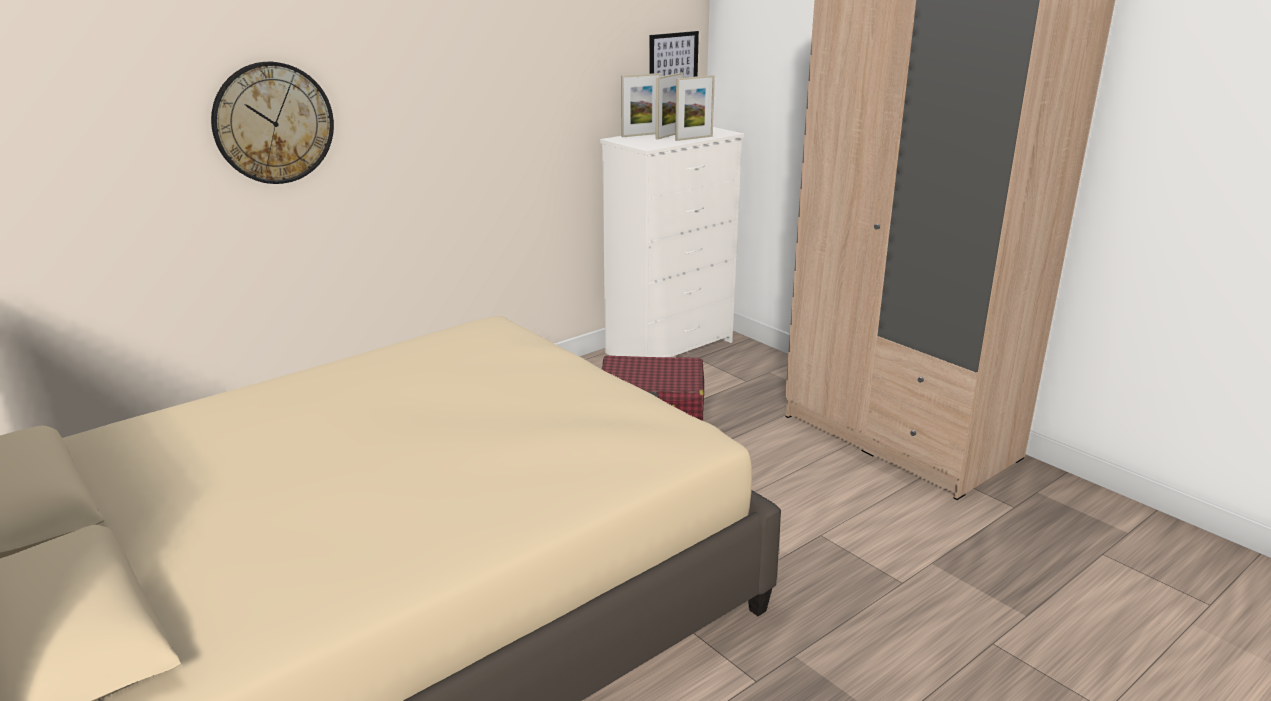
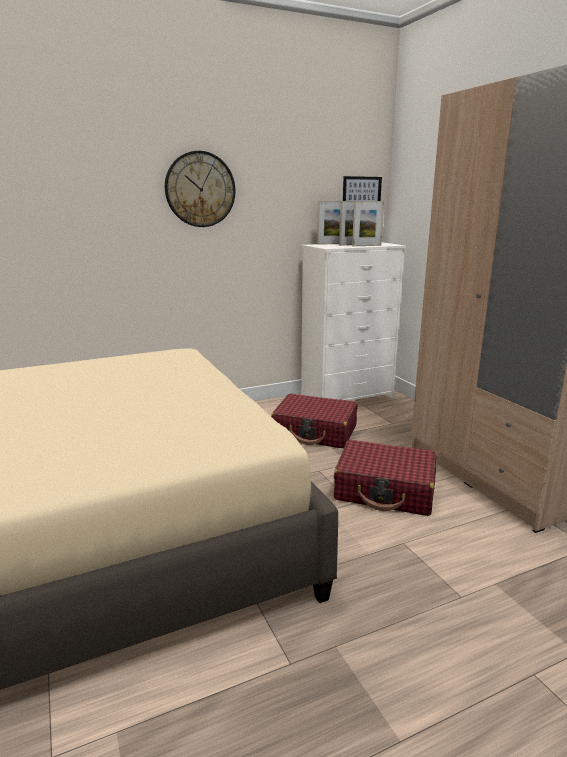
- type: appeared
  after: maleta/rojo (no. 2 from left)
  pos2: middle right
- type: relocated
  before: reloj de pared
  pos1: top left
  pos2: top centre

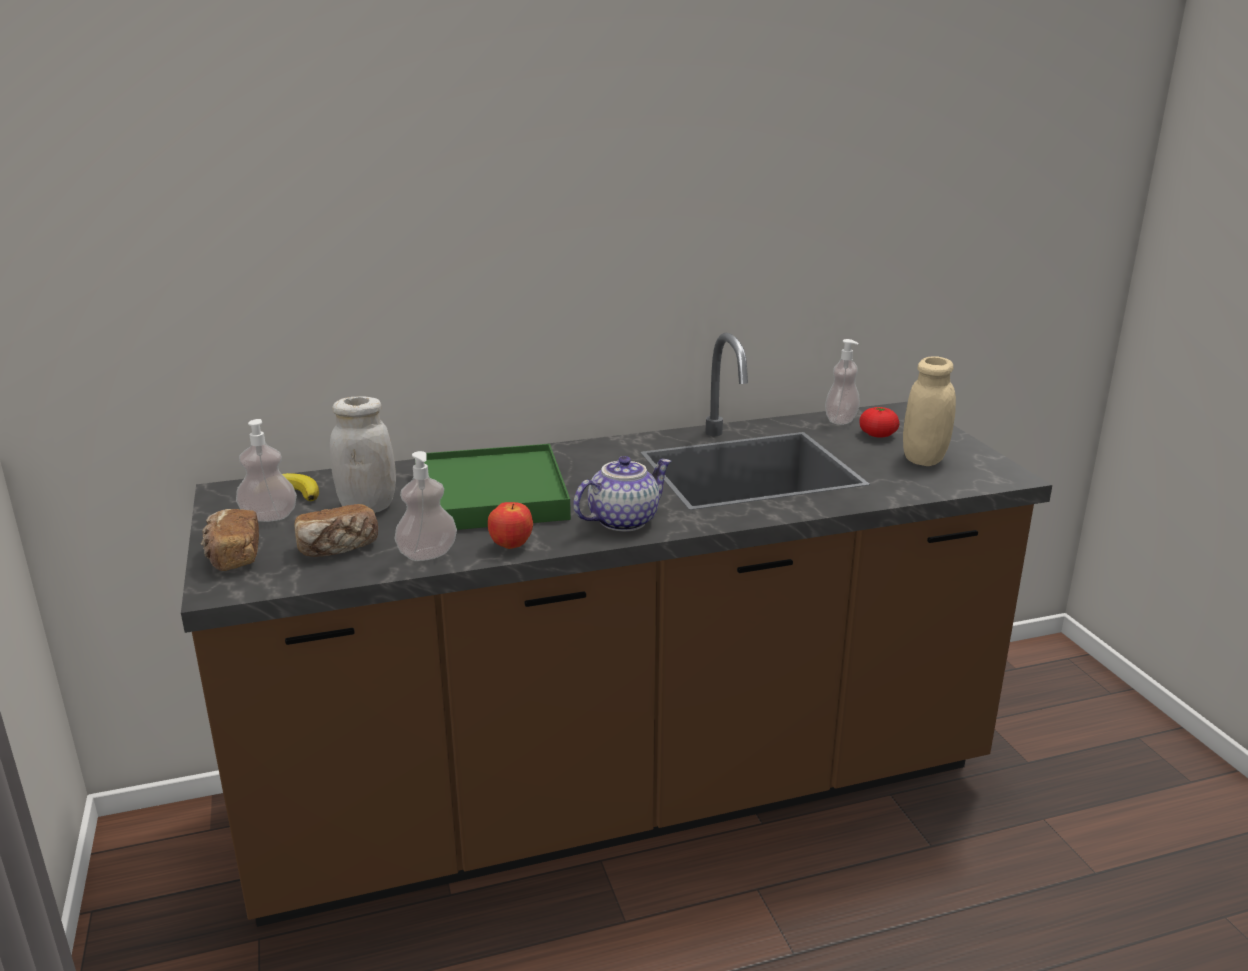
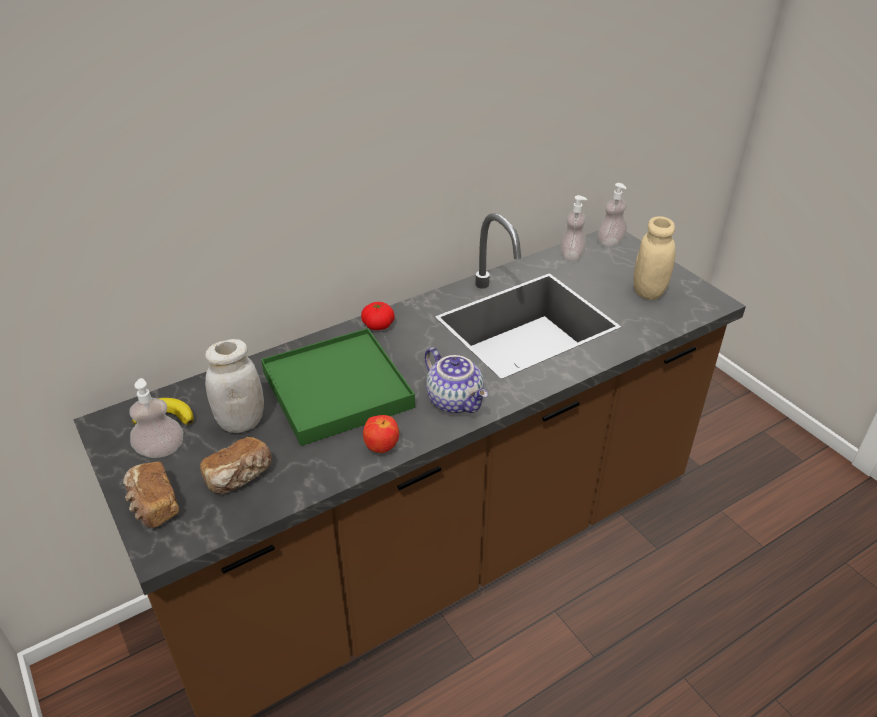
- type: relocated
  before: dispensador de jabón (no. 2 from left in the first image)
  after: dispensador de jabón (no. 3 from left)
  pos1: centre
  pos2: top right
- type: relocated
  before: tomate
  pos1: middle right
  pos2: centre
- type: spun
  before: tetera
  pos1: centre
  pos2: centre
  turn: 105

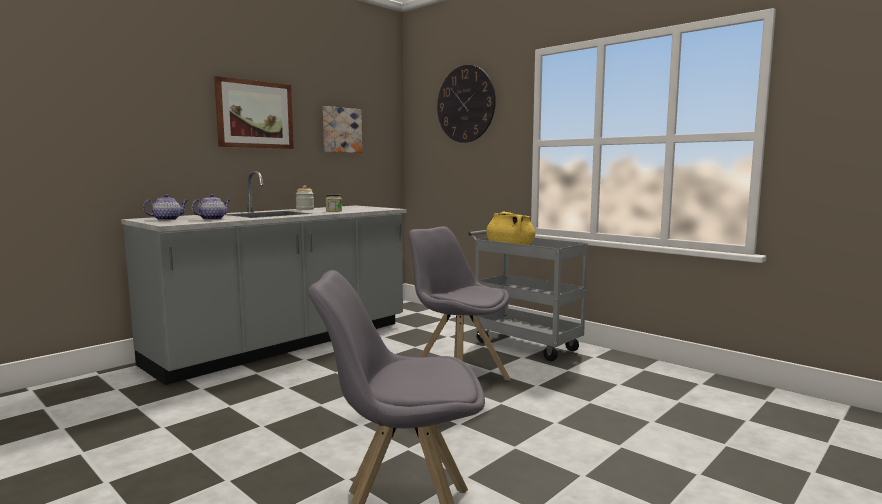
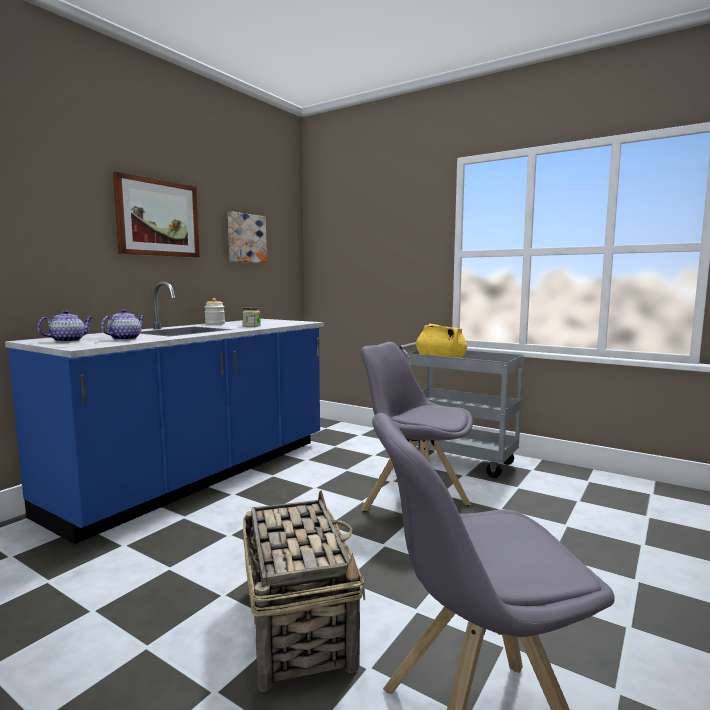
- type: missing
  before: reloj de pared
  pos1: top centre
- type: appeared
  after: cesta
  pos2: bottom centre
- type: colour
  before: mueble bajo de cocina/gris
  after: mueble bajo de cocina/azul
  pos1: middle left
  pos2: middle left

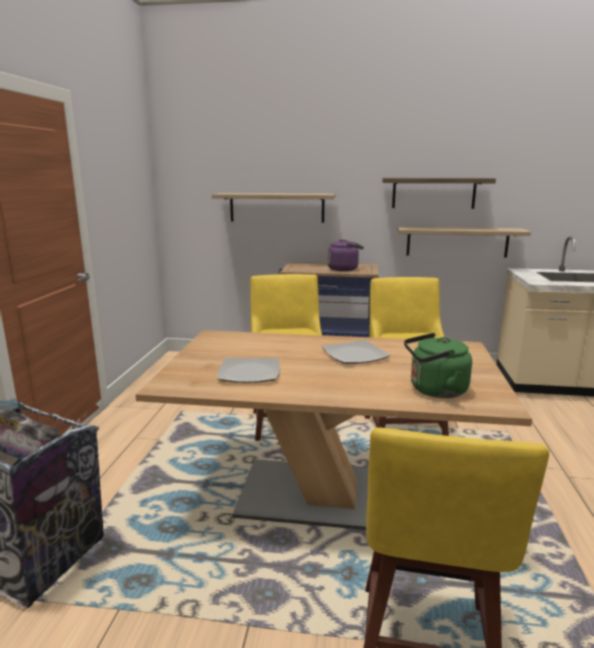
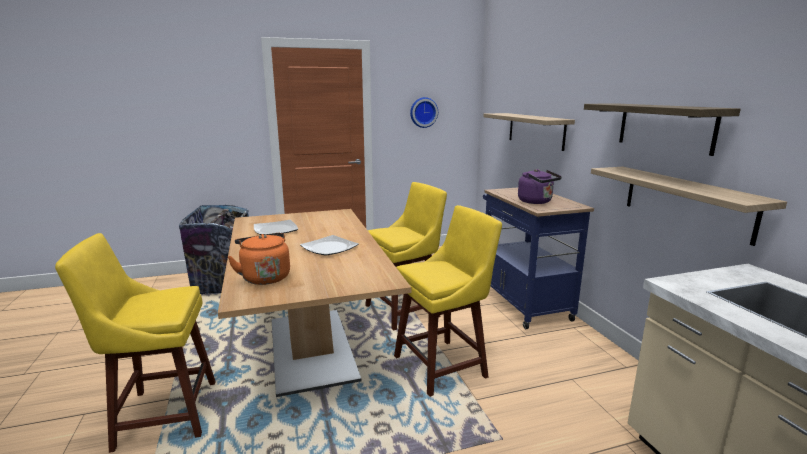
- type: appeared
  after: reloj de pared
  pos2: top centre
- type: colour
  before: hervidor/verde
  after: hervidor/naranja
  pos1: middle right
  pos2: middle left

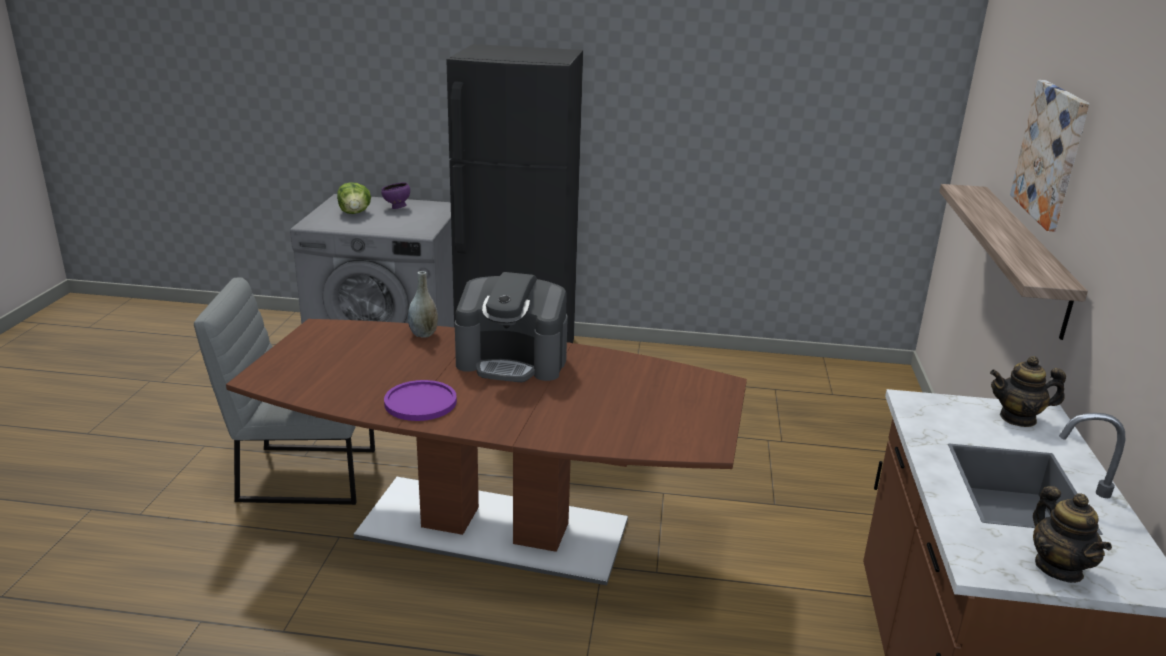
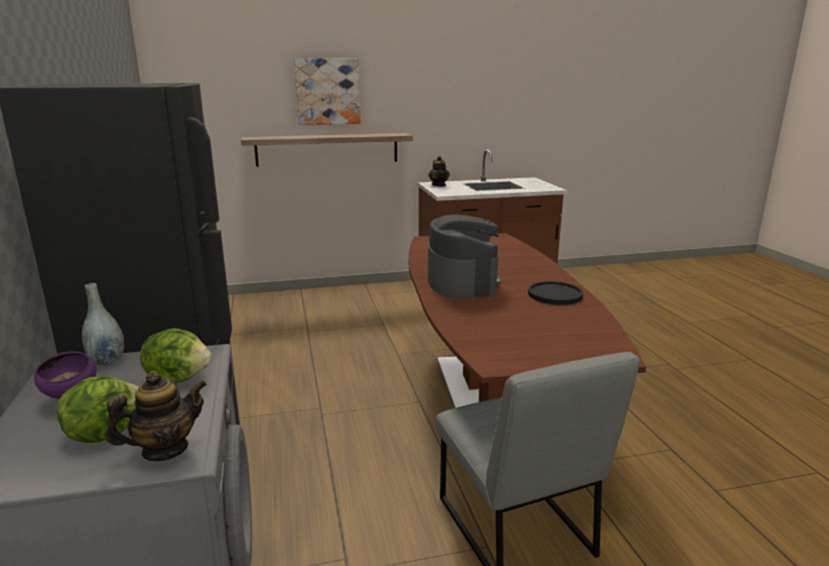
- type: appeared
  after: lechuga (no. 2 from left)
  pos2: middle left
- type: relocated
  before: florero/gris
  pos1: centre
  pos2: middle left
- type: relocated
  before: tetera (no. 2 from left in the first image)
  after: tetera (no. 1 from left)
  pos1: bottom right
  pos2: bottom left
- type: colour
  before: plato/morado
  after: plato/negro
  pos1: centre
  pos2: middle right

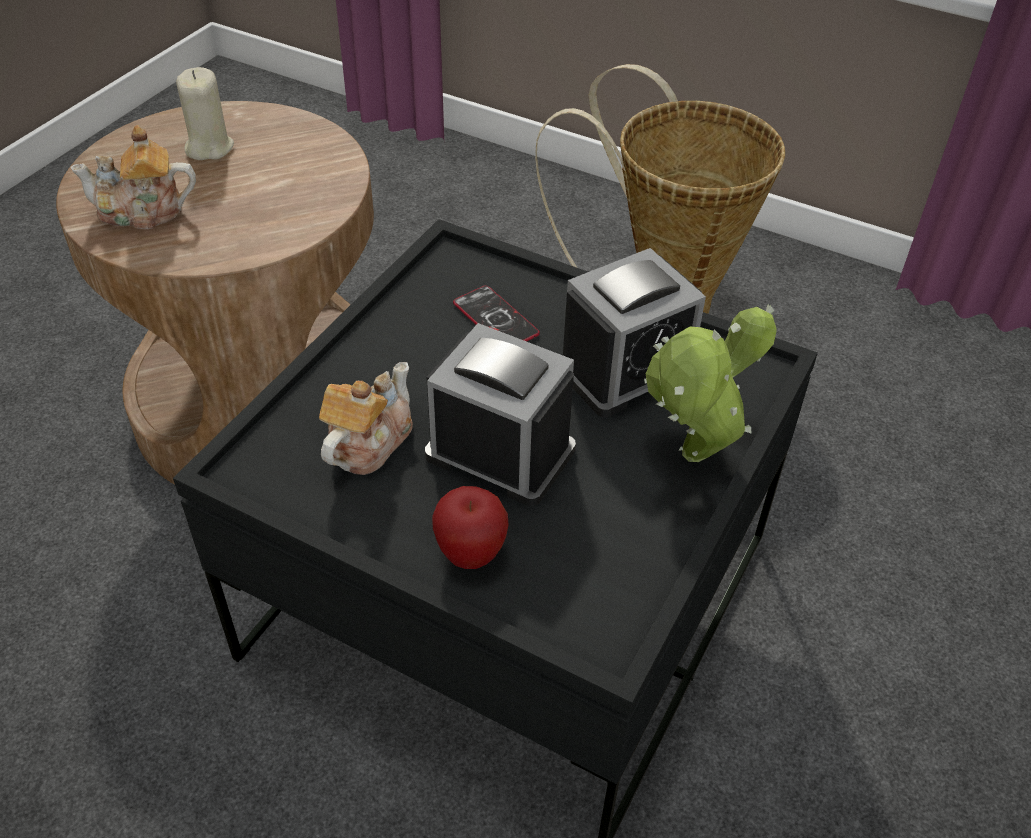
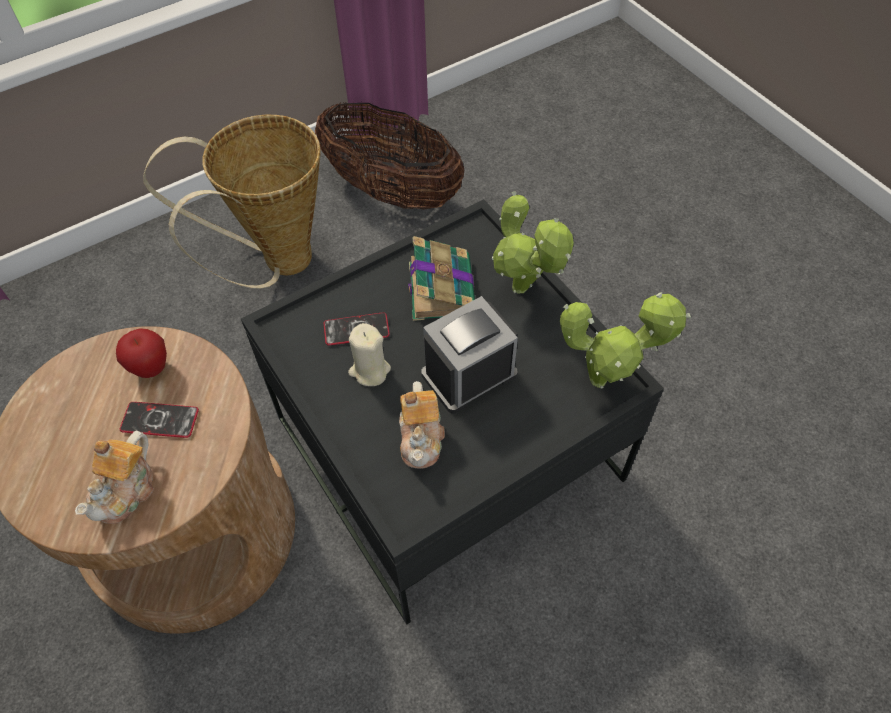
- type: appeared
  after: móvil (no. 1 from left)
  pos2: middle left
- type: appeared
  after: cesta (no. 2 from left)
  pos2: top centre
- type: appeared
  after: planta en maceta (no. 2 from left)
  pos2: middle right
- type: relocated
  before: vela/beis
  pos1: top left
  pos2: centre
- type: relocated
  before: manzana
  pos1: centre
  pos2: middle left
- type: exchanged
  before: despertador (no. 2 from left)
  after: libro
  pos1: centre
  pos2: centre
- type: spun
  before: tetera (no. 2 from left)
  pos1: centre
  pos2: centre
  turn: -150

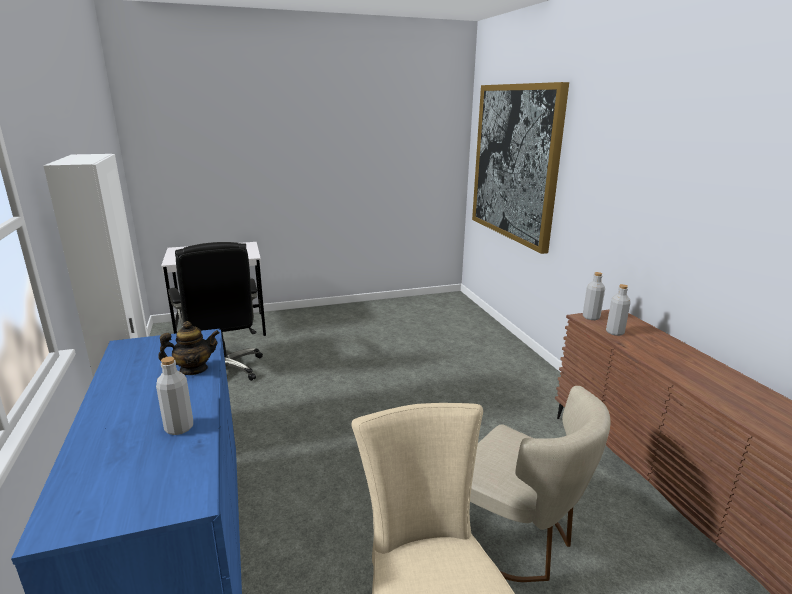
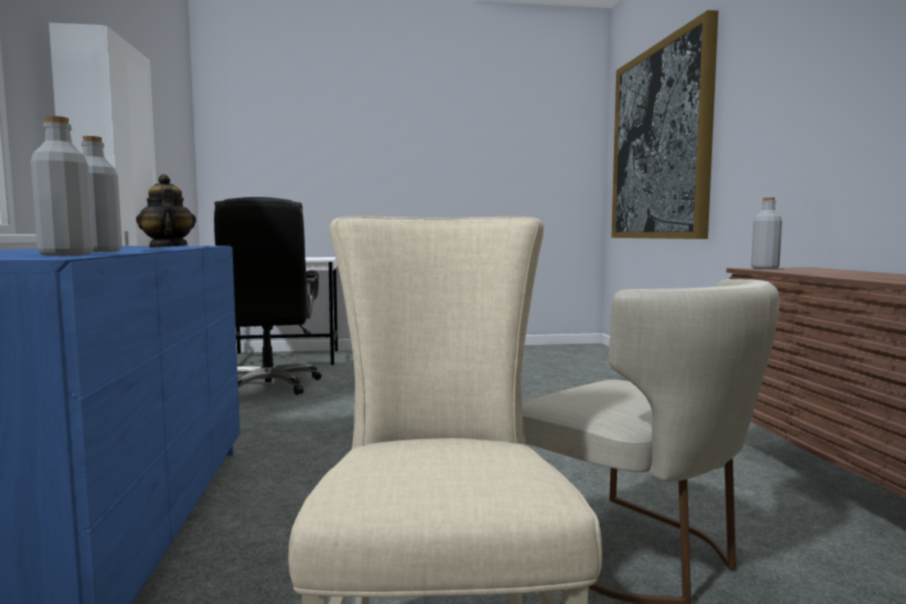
- type: relocated
  before: botella/gris (no. 3 from left in the first image)
  after: botella/gris (no. 1 from left)
  pos1: middle right
  pos2: top left
- type: spun
  before: tetera
  pos1: middle left
  pos2: middle left
  turn: -105

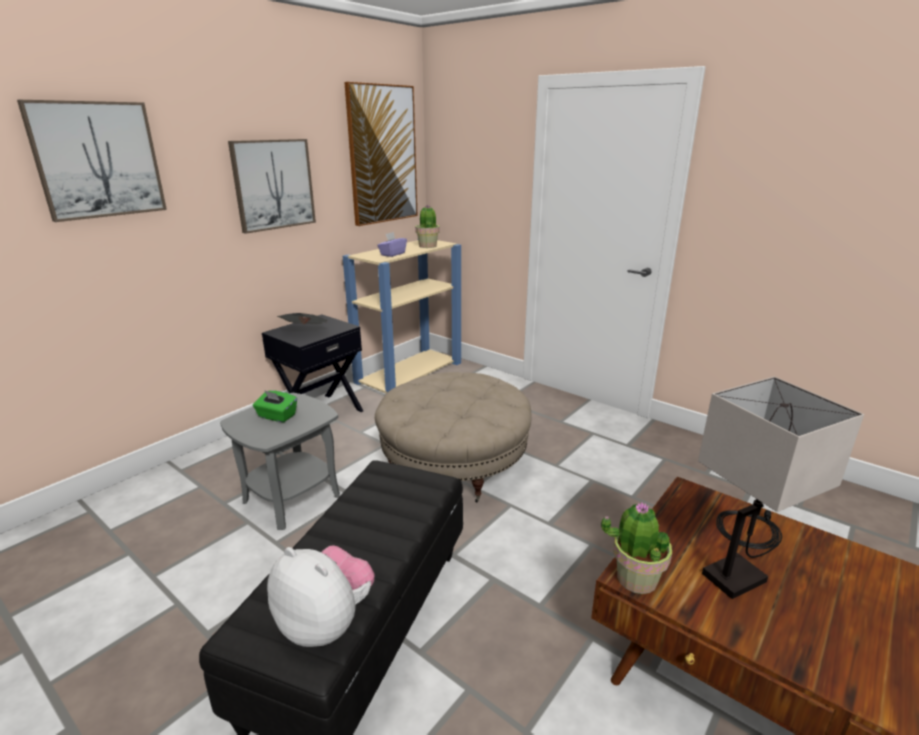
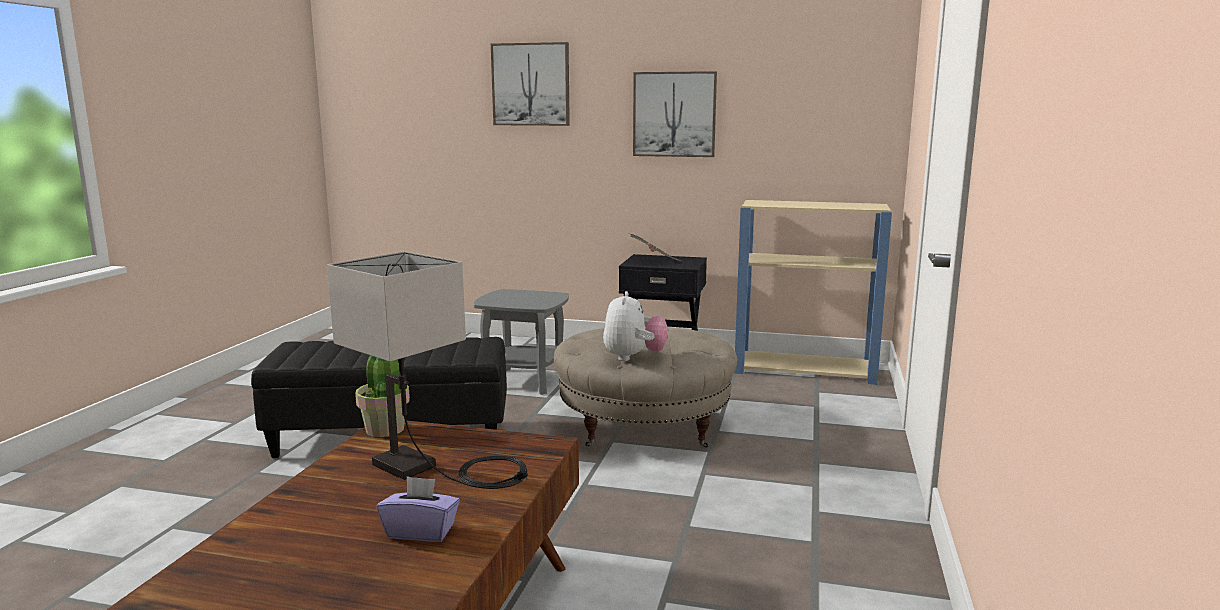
- type: missing
  before: caja de pañuelos/verde
  pos1: middle left
- type: missing
  before: cuadro (no. 3 from left)
  pos1: top centre
- type: missing
  before: planta en maceta (no. 1 from left)
  pos1: top centre
- type: relocated
  before: peluche
  pos1: bottom centre
  pos2: centre
- type: relocated
  before: caja de pañuelos/morado
  pos1: top centre
  pos2: bottom centre

